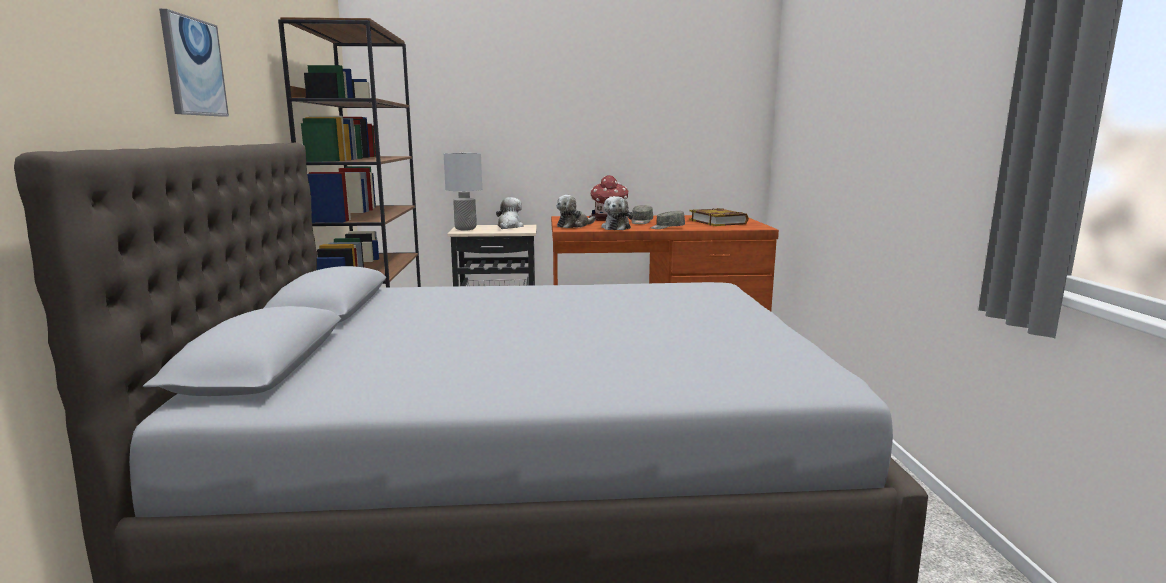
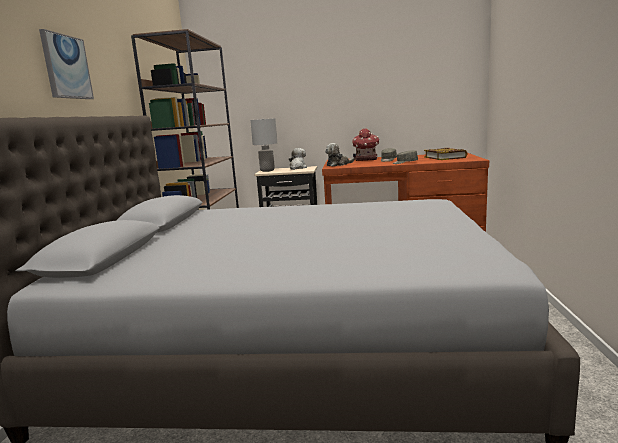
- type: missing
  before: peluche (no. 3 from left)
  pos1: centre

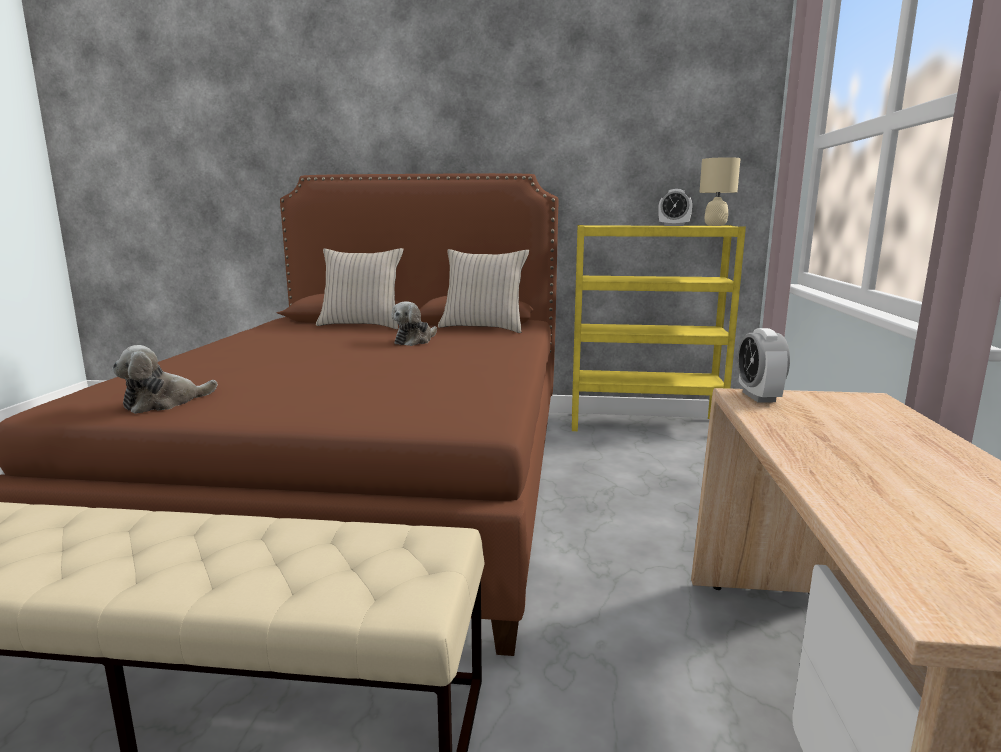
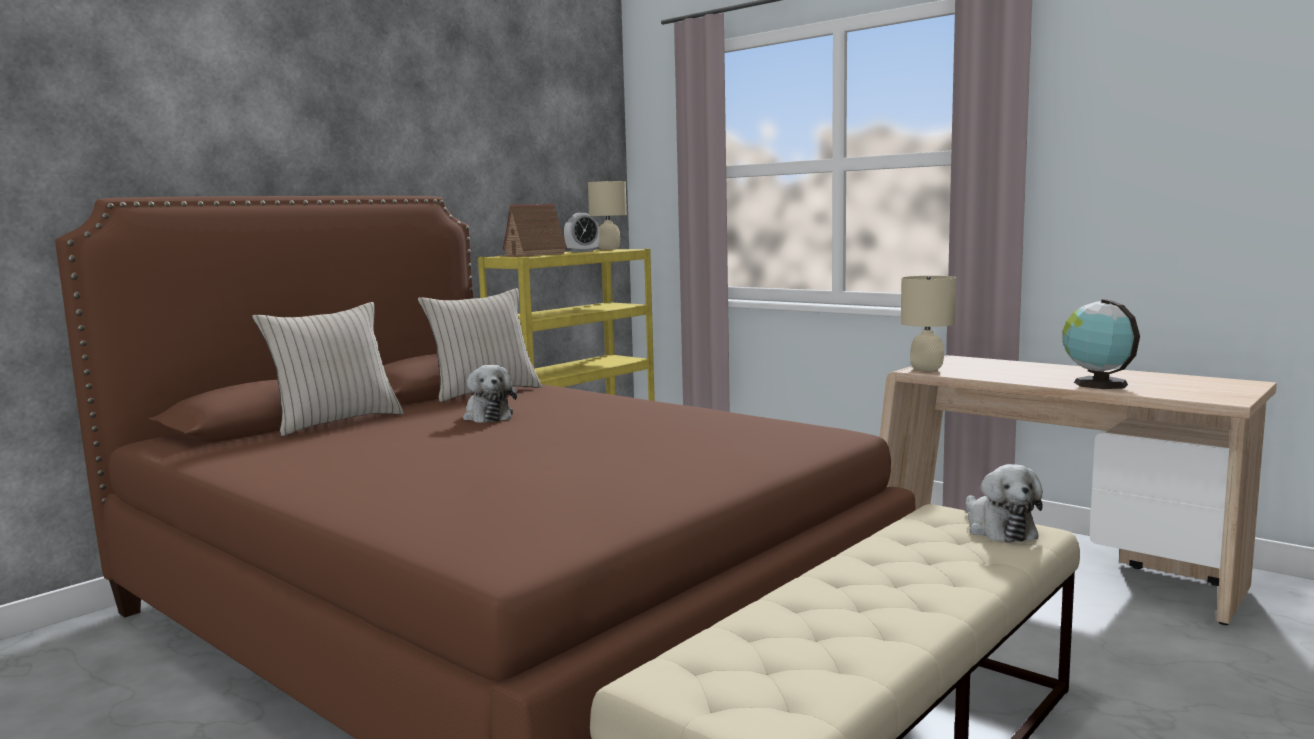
- type: appeared
  after: casita
  pos2: top centre
- type: appeared
  after: globo terráqueo
  pos2: middle right
- type: relocated
  before: peluche (no. 1 from left in the first image)
  after: peluche (no. 2 from left)
  pos1: middle left
  pos2: bottom right
- type: exchanged
  before: despertador (no. 2 from left)
  after: lámpara de mesa/beis (no. 2 from left)
  pos1: middle right
  pos2: middle right

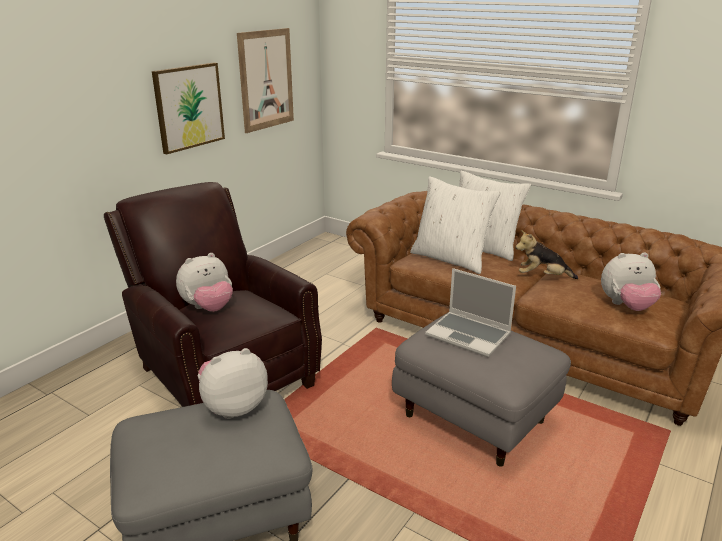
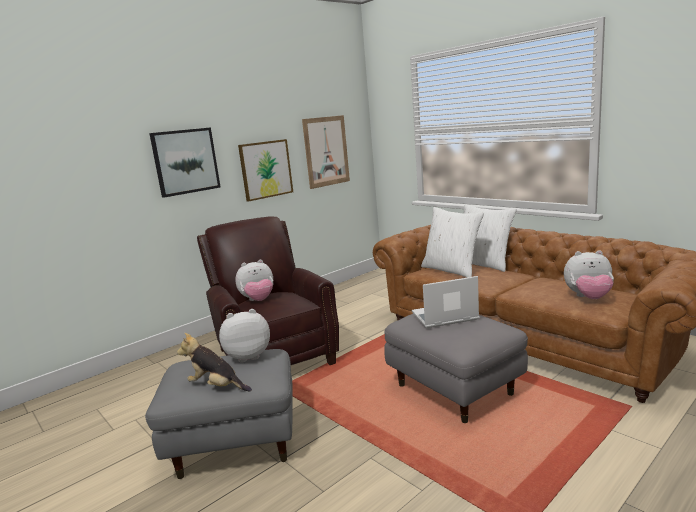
- type: appeared
  after: cuadro (no. 1 from left)
  pos2: top left
- type: relocated
  before: peluche (no. 3 from left in the first image)
  after: peluche (no. 1 from left)
  pos1: middle right
  pos2: bottom left
- type: spun
  before: portátil
  pos1: centre
  pos2: centre
  turn: 120

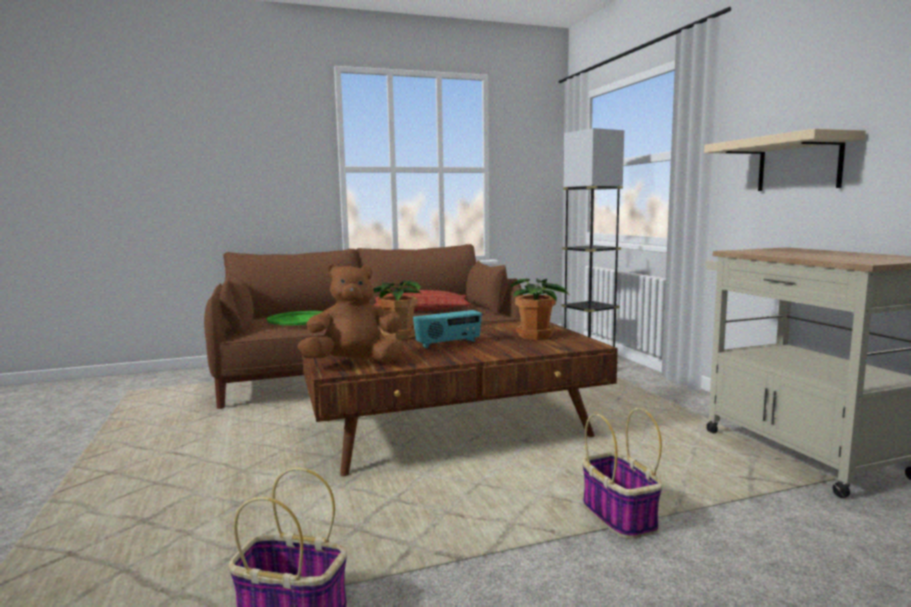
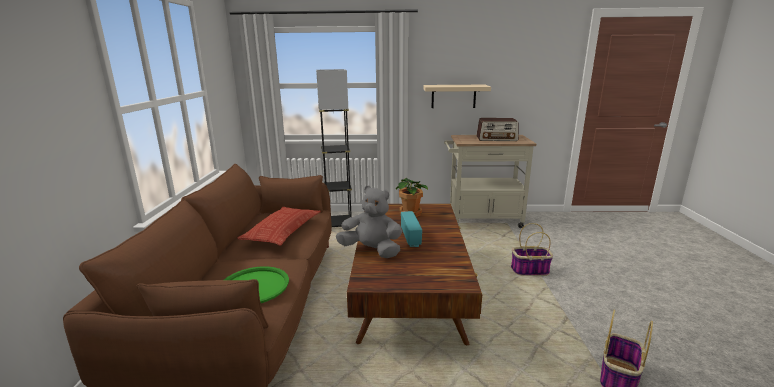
- type: missing
  before: peluche/marrón
  pos1: centre
- type: appeared
  after: radio (no. 2 from left)
  pos2: centre
- type: exchanged
  before: planta en maceta (no. 1 from left)
  after: peluche/gris
  pos1: centre
  pos2: centre

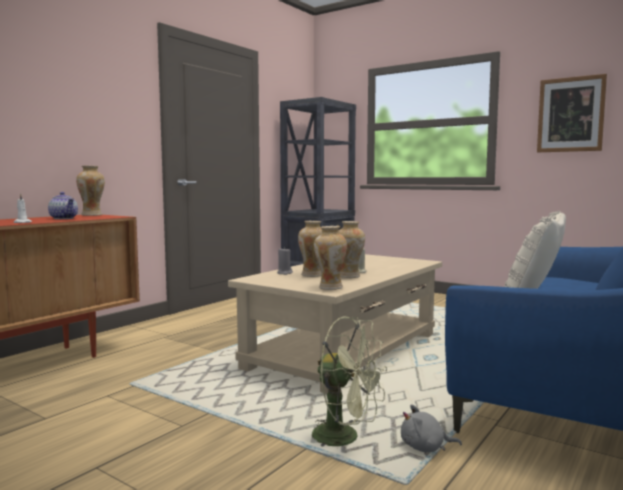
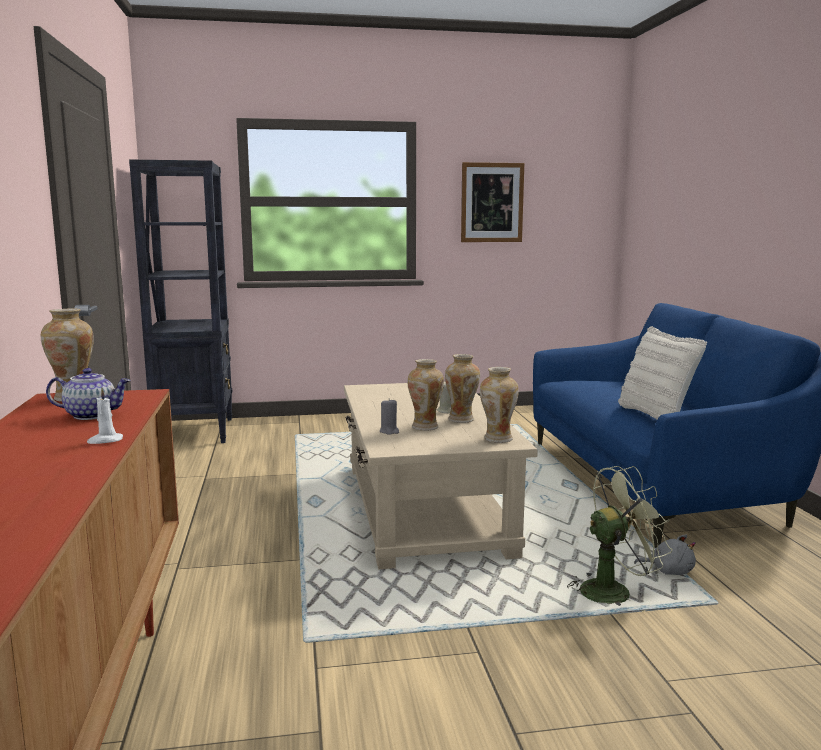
- type: spun
  before: peluche/gris
  pos1: bottom right
  pos2: bottom right
  turn: -120

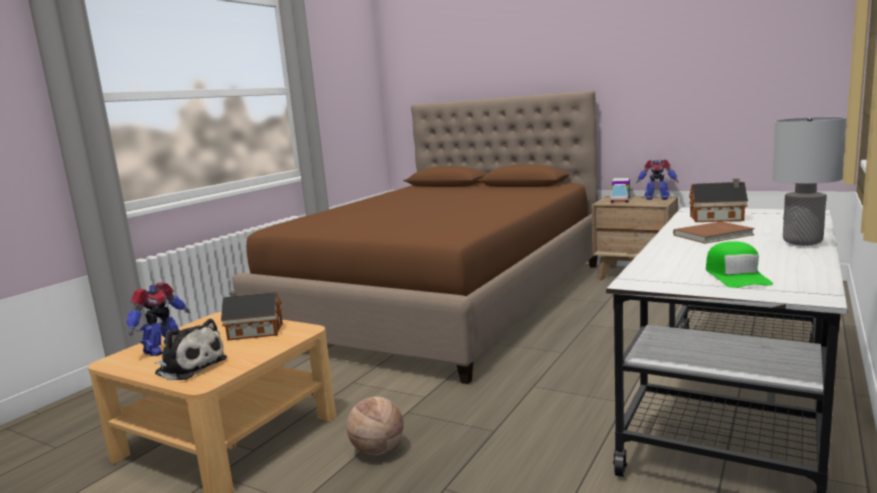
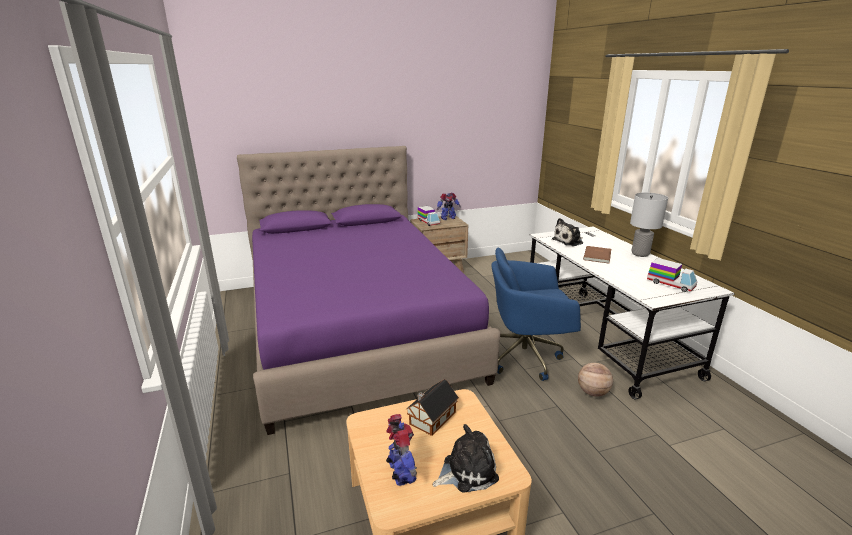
- type: appeared
  after: silla de oficina/azul
  pos2: centre
- type: relocated
  before: balón de baloncesto
  pos1: bottom centre
  pos2: bottom right
- type: exchanged
  before: casita (no. 2 from left)
  after: peluche (no. 2 from left)
  pos1: middle right
  pos2: centre
- type: exchanged
  before: gorra/verde
  after: camión de juguete (no. 2 from left)
  pos1: middle right
  pos2: middle right
- type: colour
  before: cama/marrón
  after: cama/morado
  pos1: centre
  pos2: centre

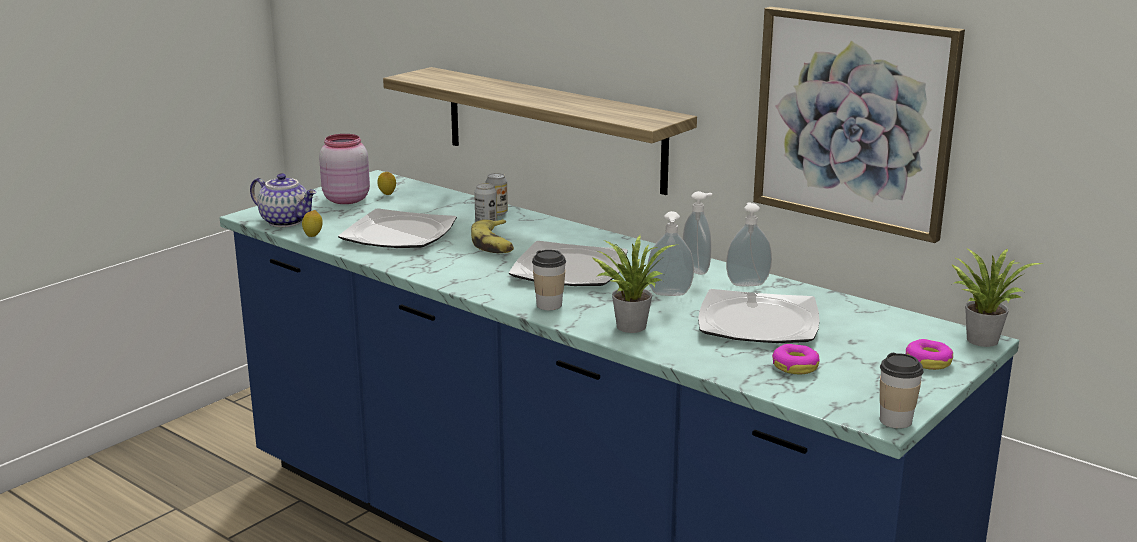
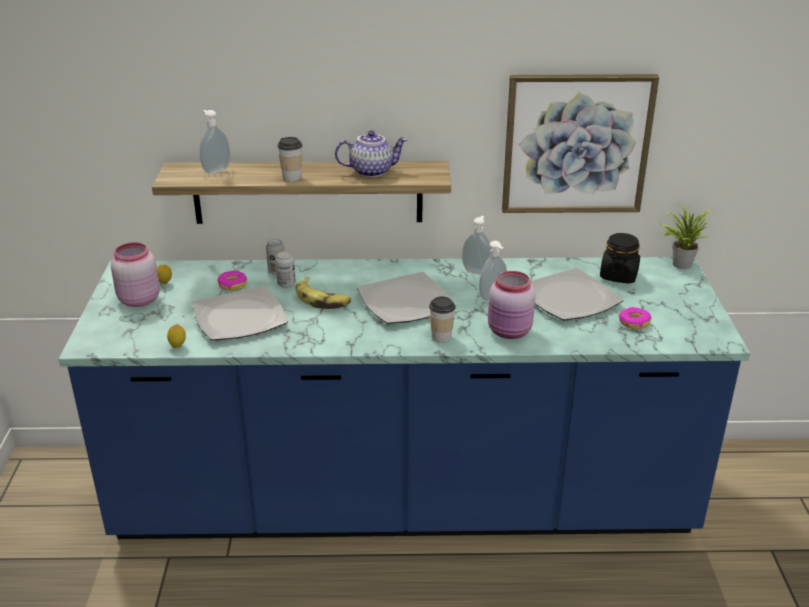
- type: appeared
  after: tarro/negro
  pos2: middle right
- type: relocated
  before: tetera
  pos1: middle left
  pos2: top centre
- type: relocated
  before: dispensador de jabón (no. 3 from left in the first image)
  after: dispensador de jabón (no. 1 from left)
  pos1: centre
  pos2: top left
- type: relocated
  before: taza (no. 2 from left in the first image)
  after: taza (no. 1 from left)
  pos1: bottom right
  pos2: top centre
- type: relocated
  before: rosquilla (no. 2 from left in the first image)
  after: rosquilla (no. 1 from left)
  pos1: middle right
  pos2: middle left
- type: exchanged
  before: planta en maceta (no. 1 from left)
  after: tarro/rosa (no. 2 from left)
  pos1: centre
  pos2: centre

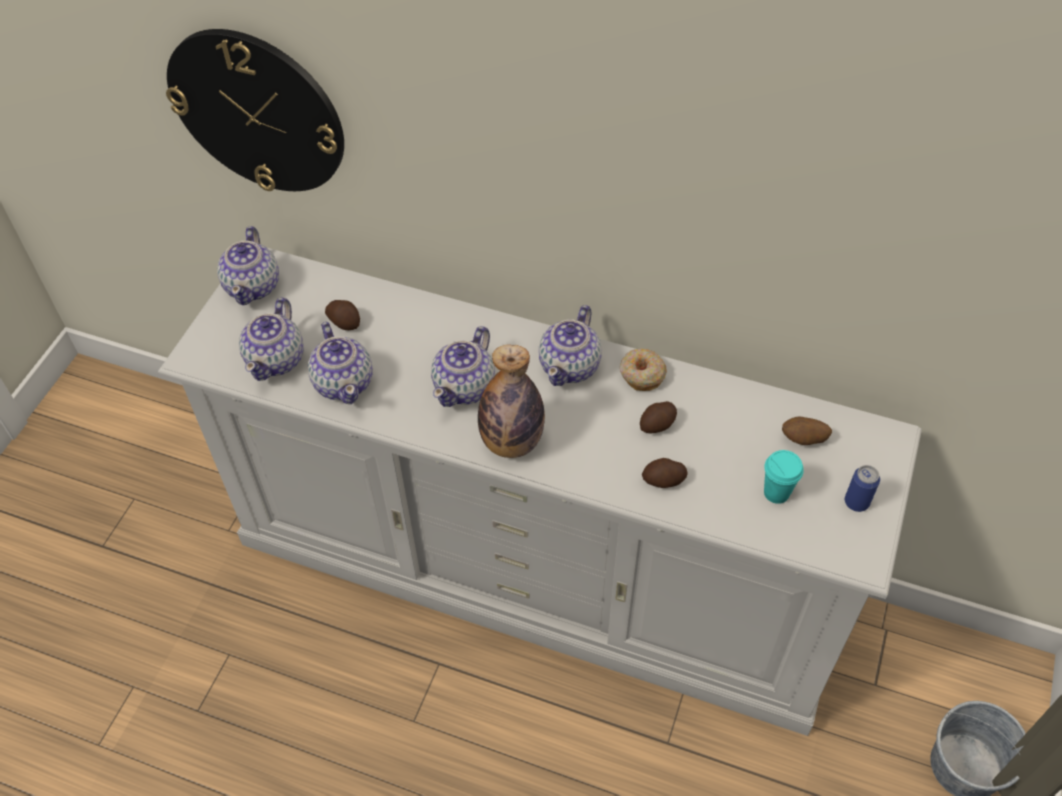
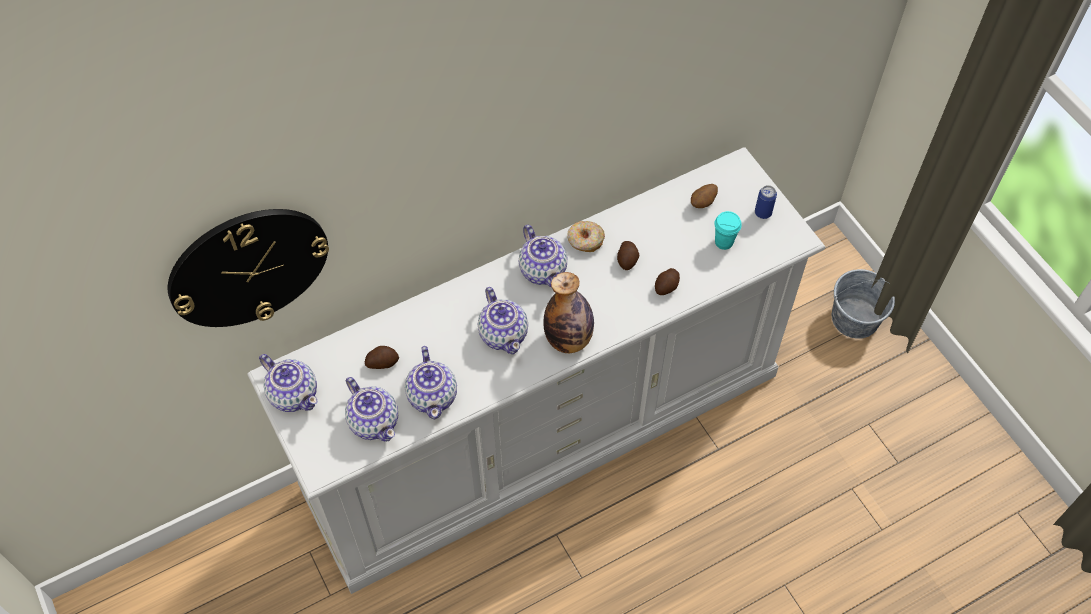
- type: spun
  before: tetera (no. 3 from left)
  pos1: middle left
  pos2: centre
  turn: 60

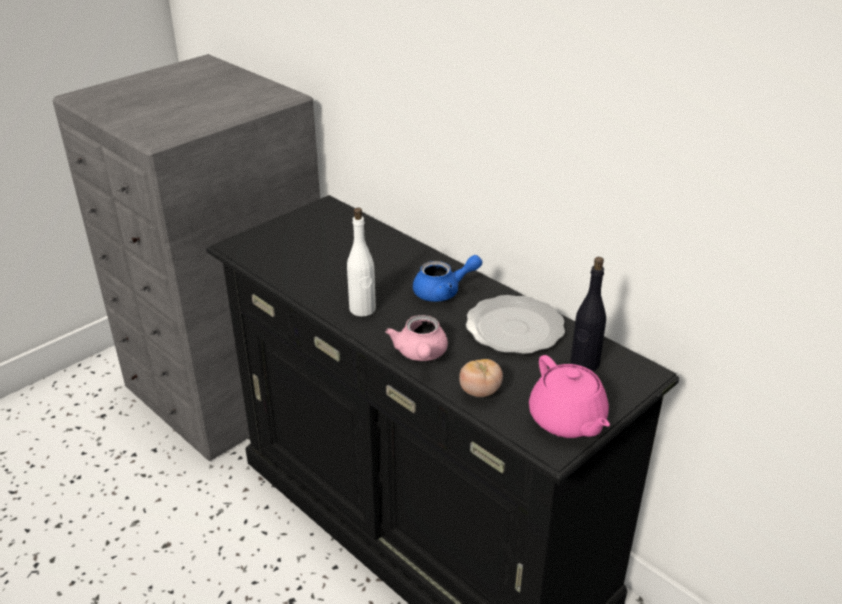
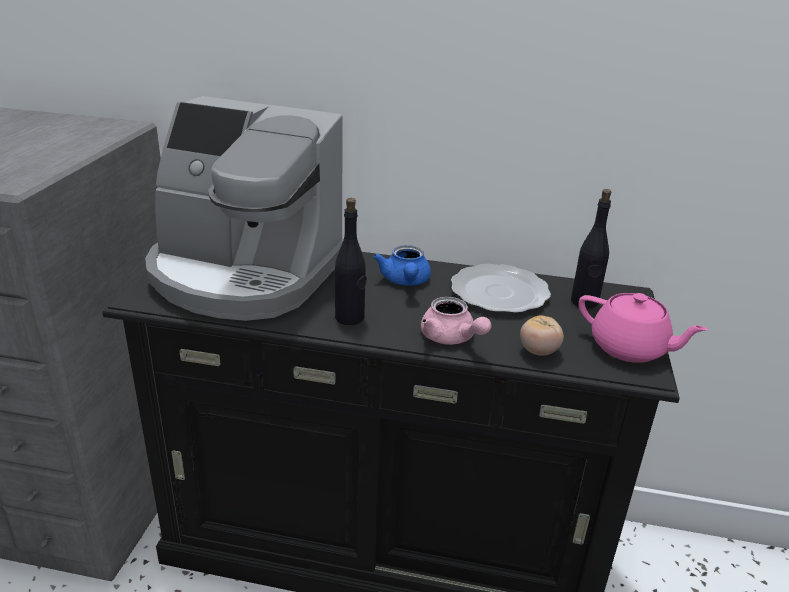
- type: appeared
  after: cafetera
  pos2: middle left
- type: colour
  before: botella/blanco
  after: botella/negro (no. 1 from left)
  pos1: centre
  pos2: centre
- type: spun
  before: tetera/azul
  pos1: centre
  pos2: centre
  turn: 135

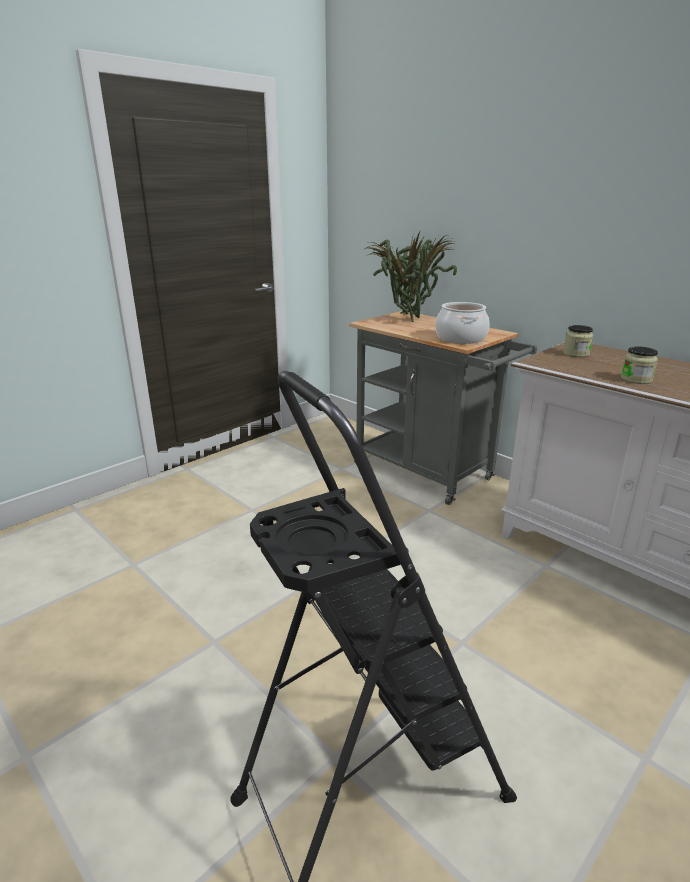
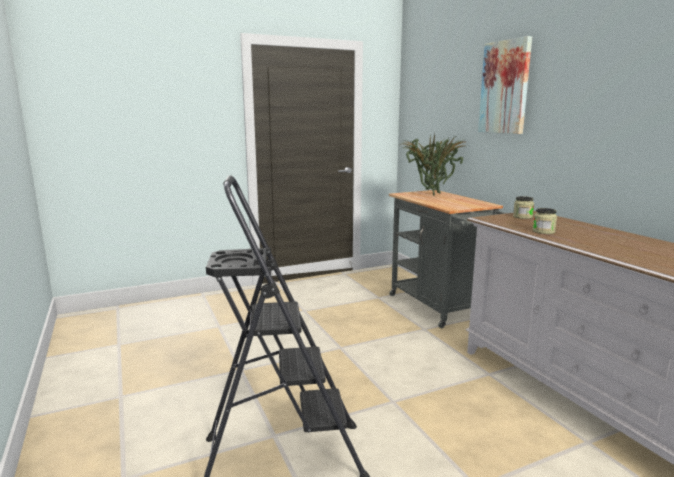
- type: missing
  before: olla
  pos1: middle right
- type: appeared
  after: cuadro
  pos2: top right

